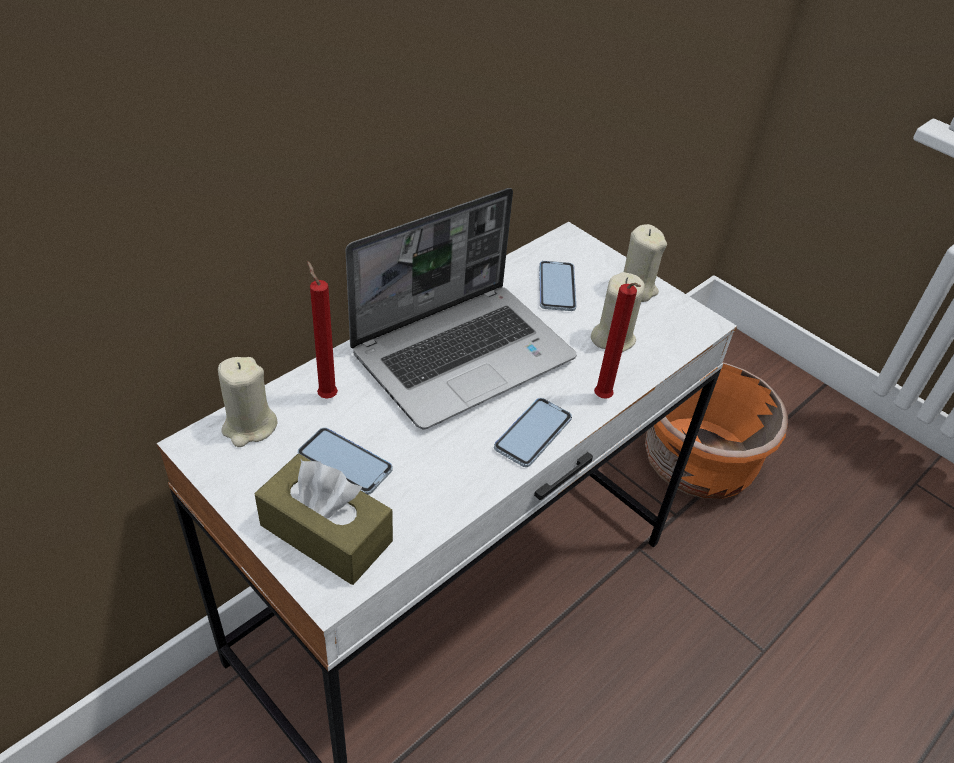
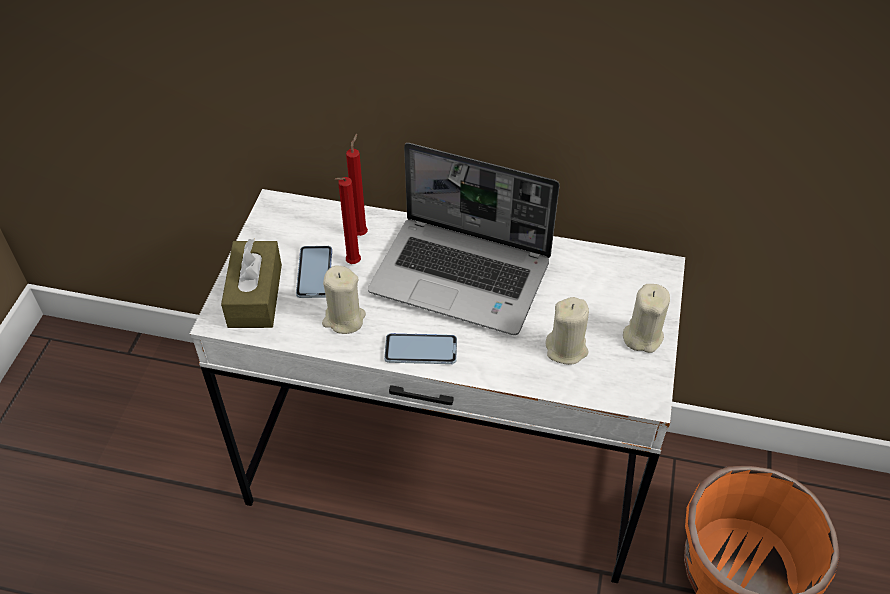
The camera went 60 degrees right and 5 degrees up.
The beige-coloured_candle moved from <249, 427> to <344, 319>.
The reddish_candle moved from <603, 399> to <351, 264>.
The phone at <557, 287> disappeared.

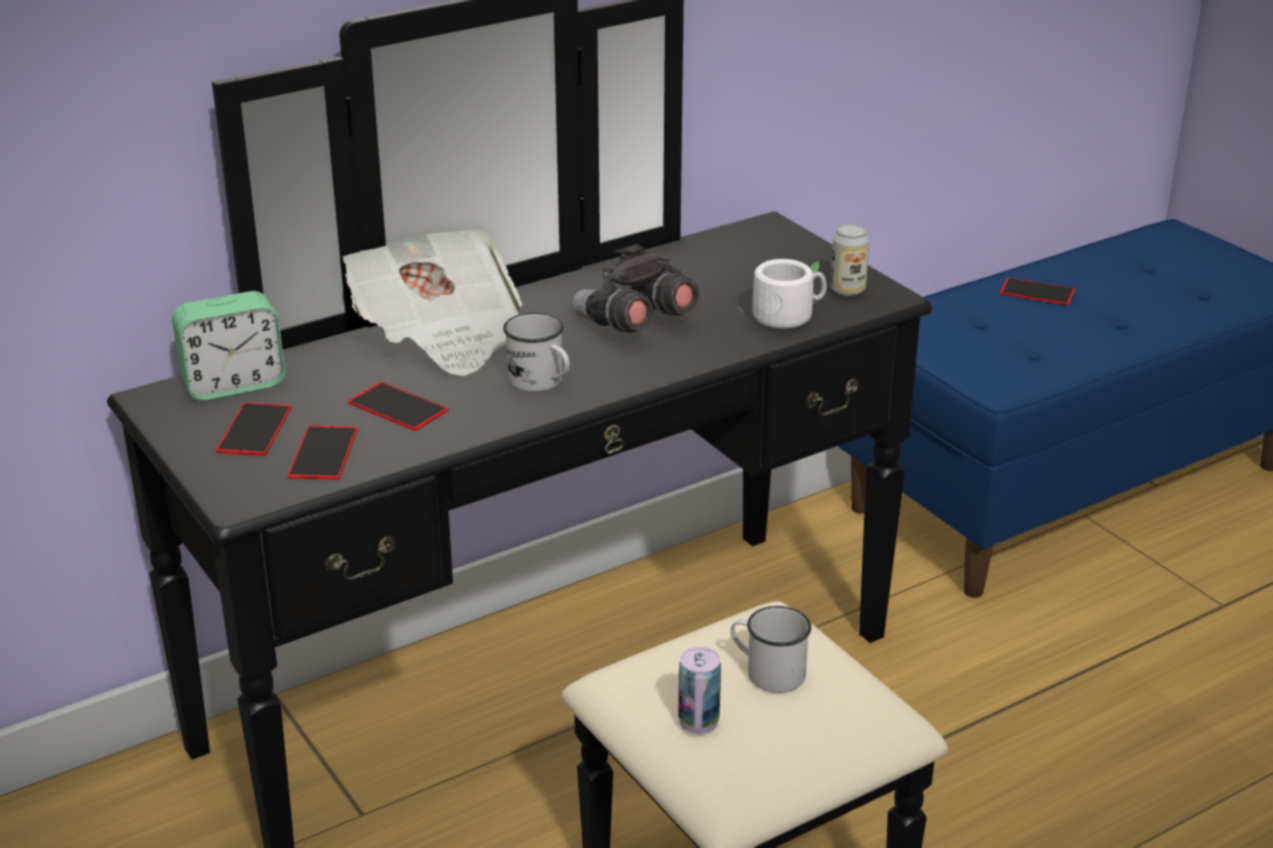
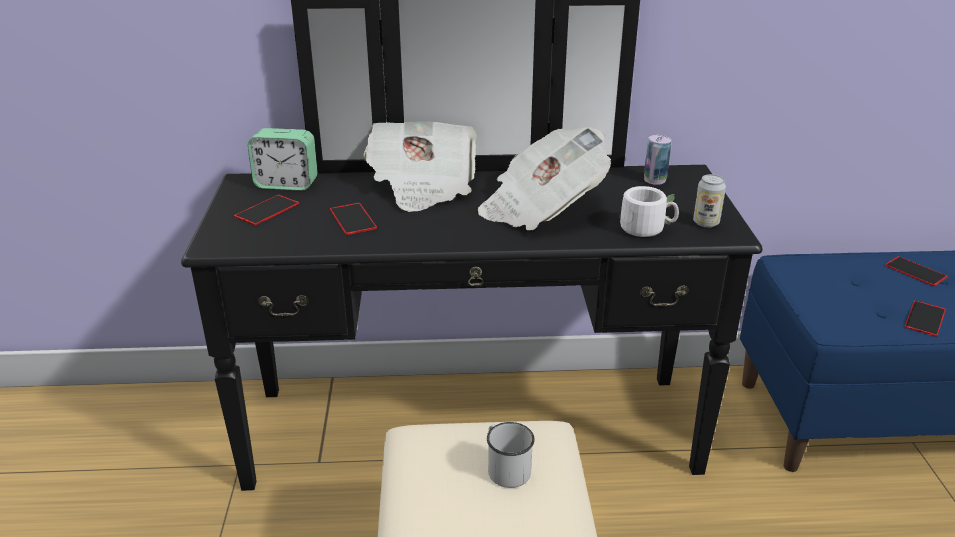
The camera went 30 degrees right and 0 degrees up.
The grey_pair_of_binoculars at <634, 324> was replaced by the printed_paper at <541, 209>.
The metal_can moved from <698, 721> to <655, 180>.
The phone moved from <323, 453> to <925, 318>.
The white_coffee_mug at <541, 382> disappeared.

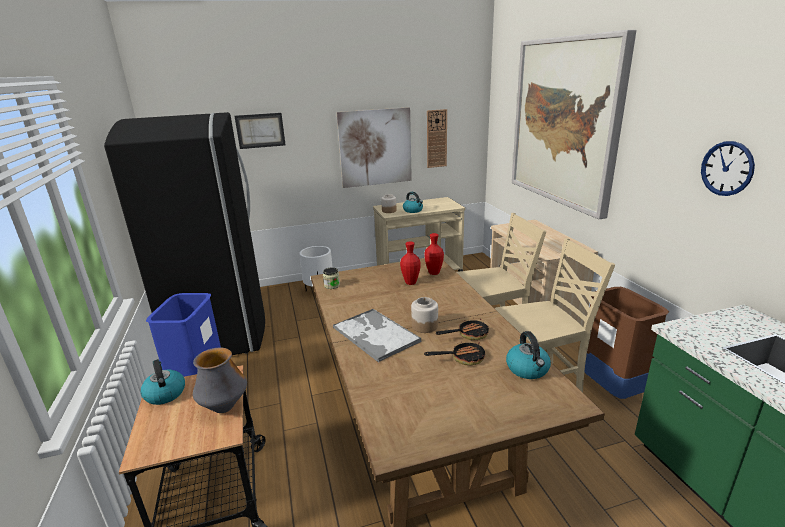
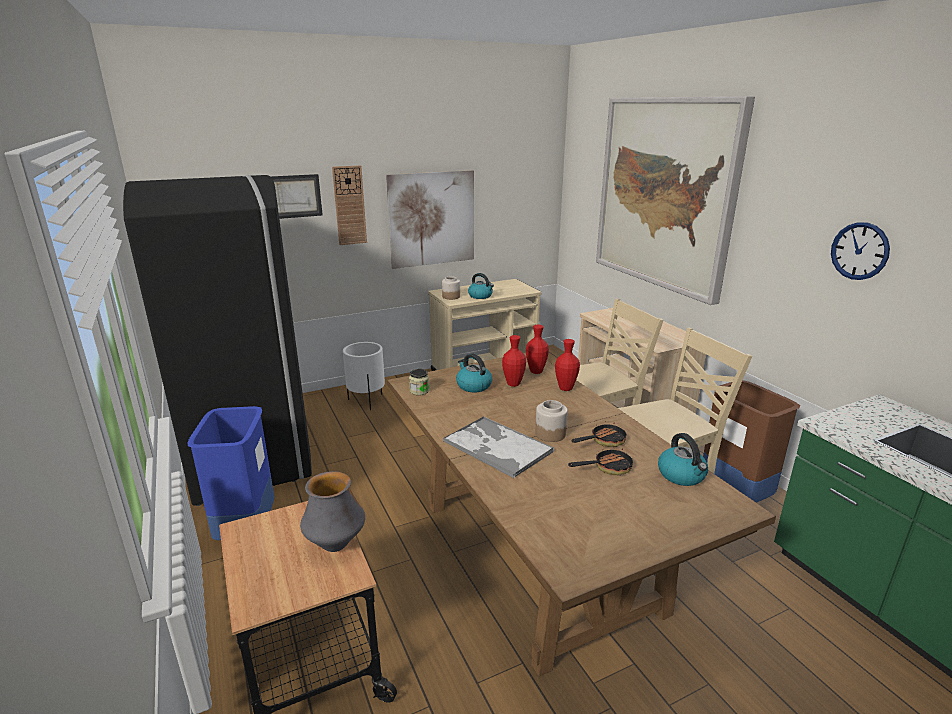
The camera went 10 degrees left and 0 degrees up.
The hanging_clock moved from <436, 138> to <349, 205>.
The tea_kettle moved from <165, 393> to <473, 386>.
The reddish_decorative_vase at <565, 388> appeared.

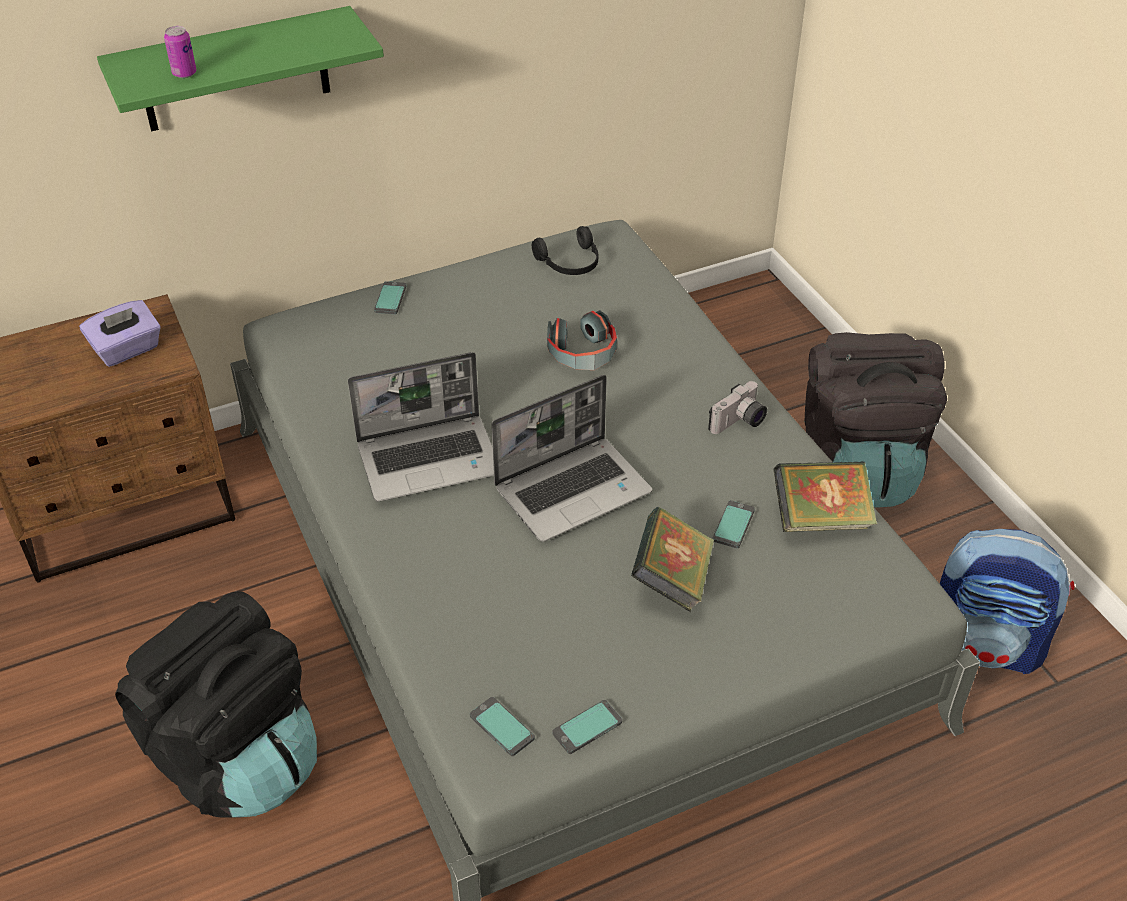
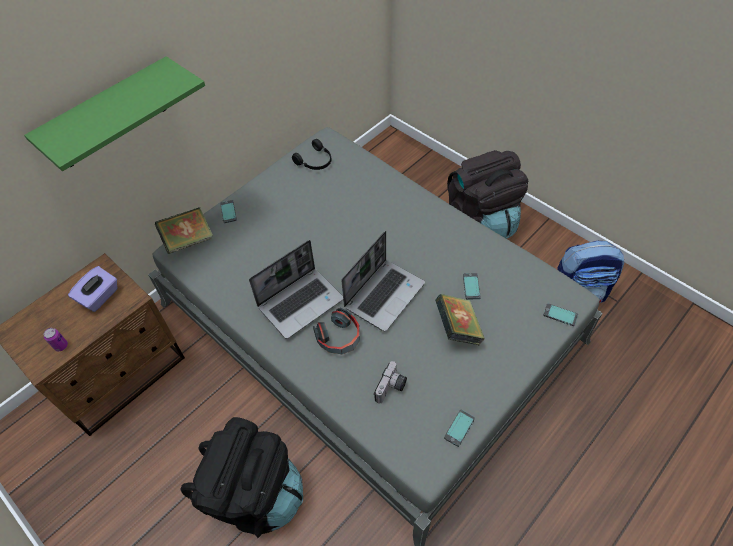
The camera went 20 degrees left and 10 degrees up.
The metal_can moved from <184, 73> to <61, 346>.
The volume moved from <820, 518> to <188, 240>.
The headset moved from <582, 353> to <339, 338>.
The photo_camera moved from <739, 423> to <391, 388>.
The phone moved from <501, 727> to <560, 315>.

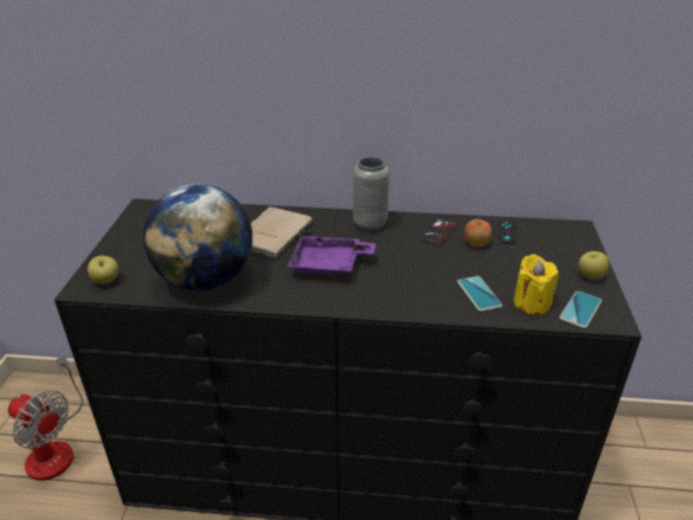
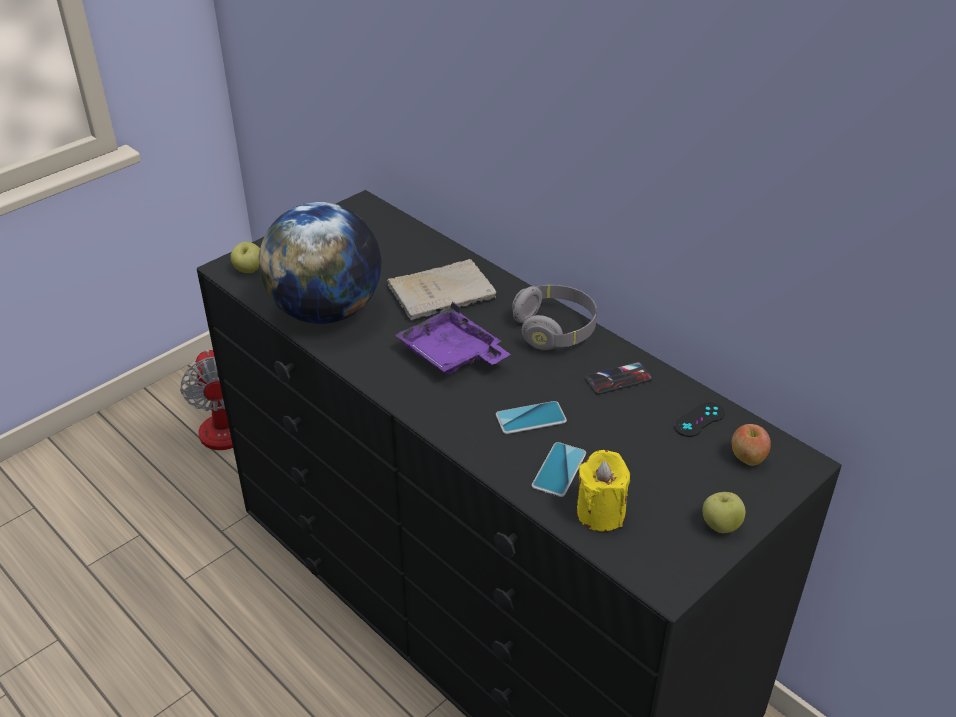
The camera went 40 degrees right and 5 degrees up.
The phone moved from <580, 309> to <530, 418>.
The grey_decorative_vase at <370, 224> was replaced by the grey_headset at <555, 330>.
The apple moved from <476, 244> to <747, 458>.

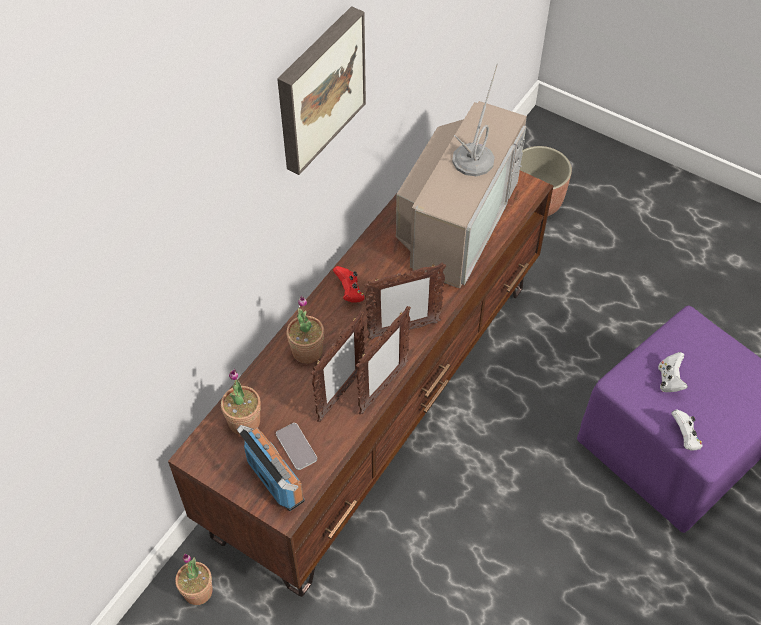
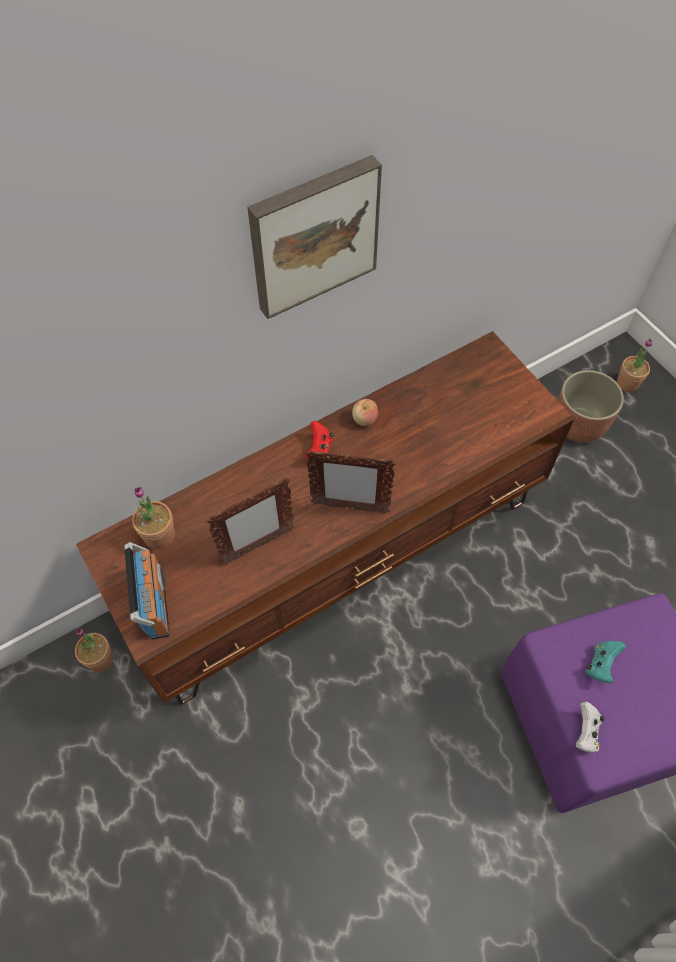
The camera went 25 degrees right and 5 degrees up.
The apple at <364, 419> appeared.
The white_gamepad at <669, 380> became the turquoise-coloured_gamepad at <600, 664>.
The plant_in_a_pot moved from <307, 351> to <627, 383>.
The phone at <296, 446> disappeared.
The photo_frame at <383, 389> disappeared.
The TV_set at <456, 220> disappeared.

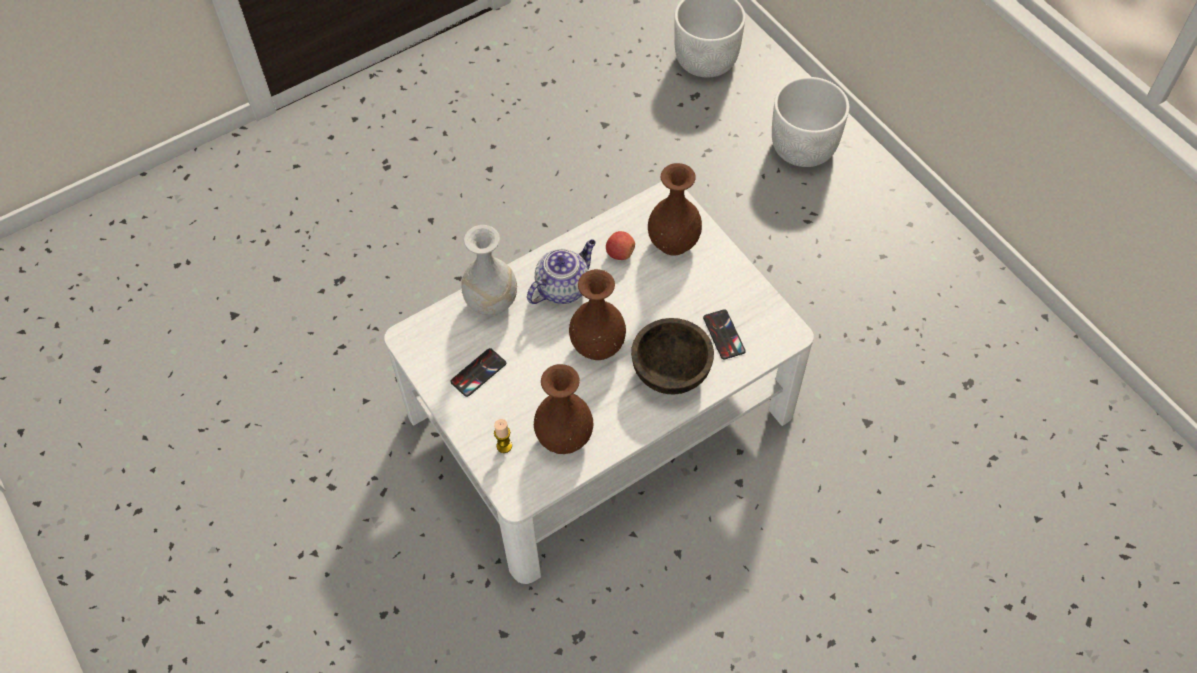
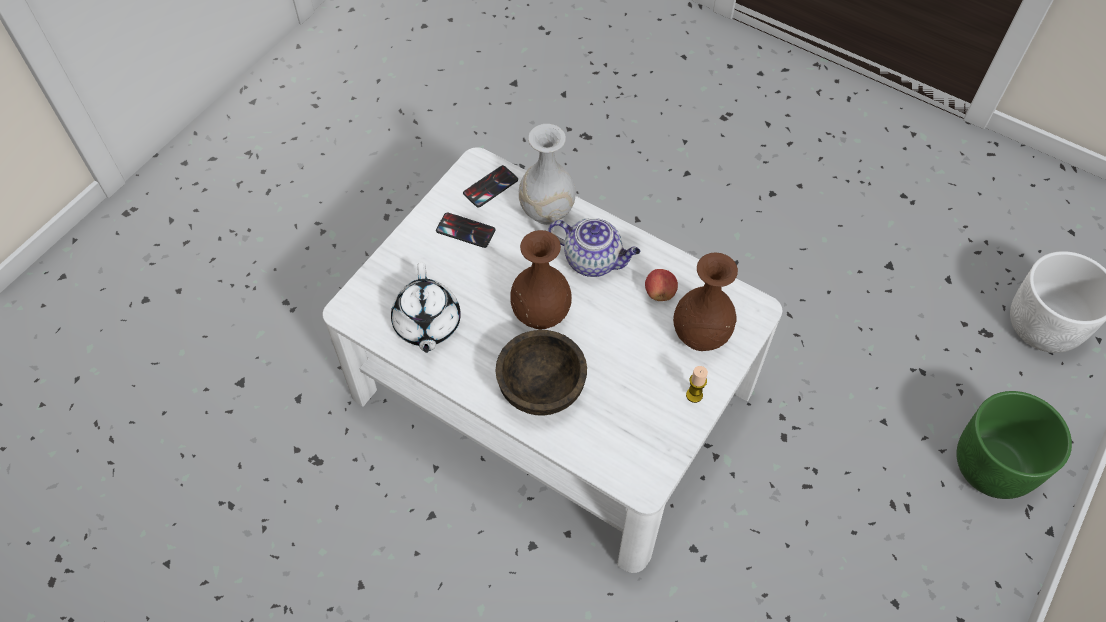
The camera went 65 degrees right and 0 degrees up.
The brown-coloured_decorative_vase at <565, 437> was replaced by the white_pot_for_tea at <427, 324>.
The phone moved from <723, 334> to <490, 186>.
The candle moved from <504, 446> to <694, 395>.
The white_plant_pot at <803, 146> became the green_plant_pot at <993, 466>.

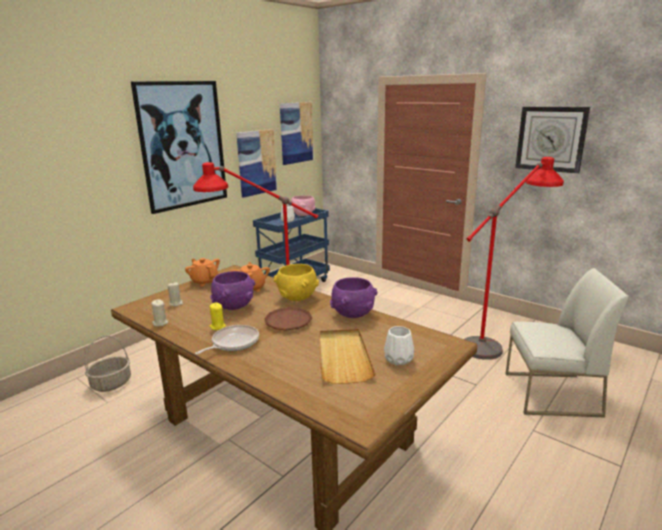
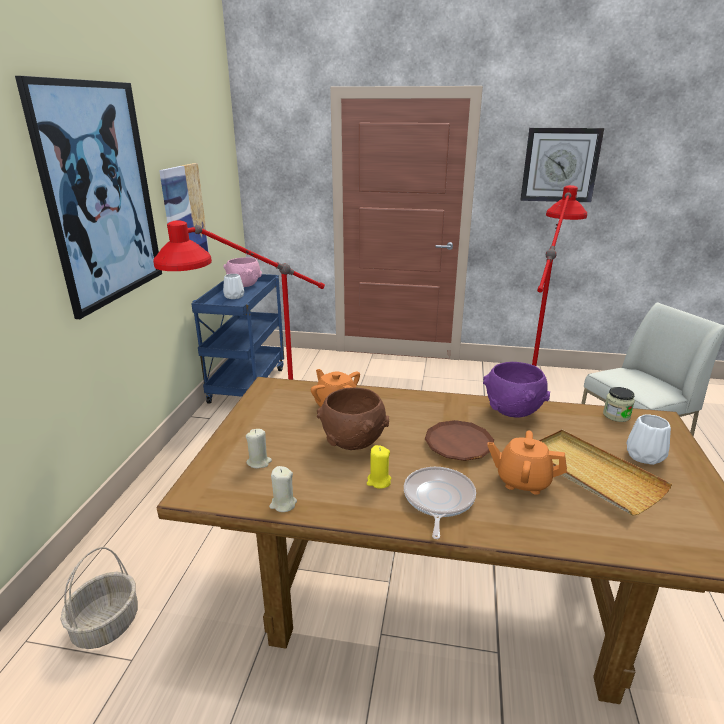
The camera went 30 degrees left and 5 degrees up.
The purplish_bowl at <234, 306> became the brown-coloured_bowl at <354, 442>.
The orangey_pot_for_tea moved from <205, 282> to <522, 481>.
The jar at <616, 415> appeared.
The yellow_bowl at <297, 297> disappeared.
The wall_art at <296, 133> disappeared.

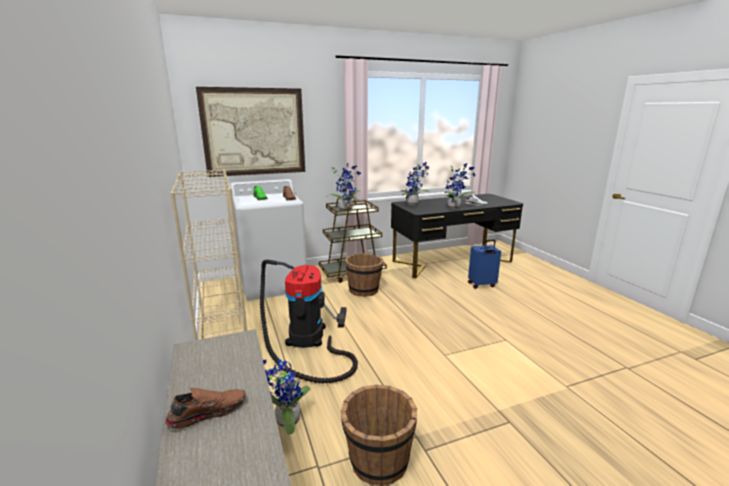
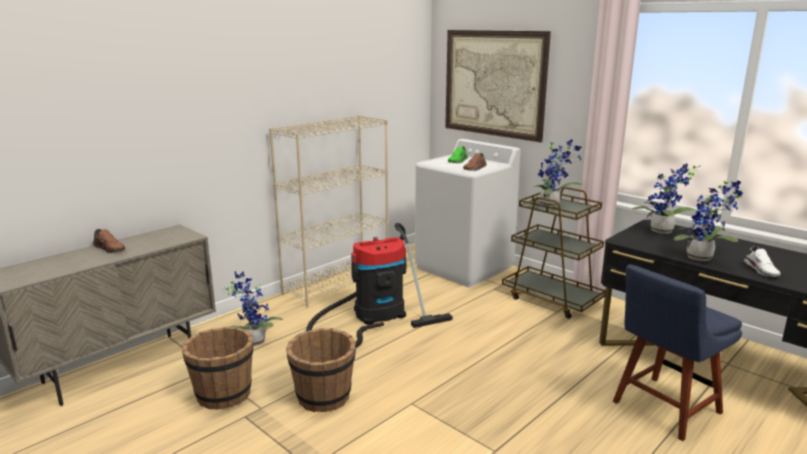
The camera went 65 degrees right and 0 degrees up.
The brown-coloured_bucket moved from <364, 290> to <323, 397>.
The bluish_travel_case at <482, 285> was replaced by the bluish_plain_chair at <663, 409>.

